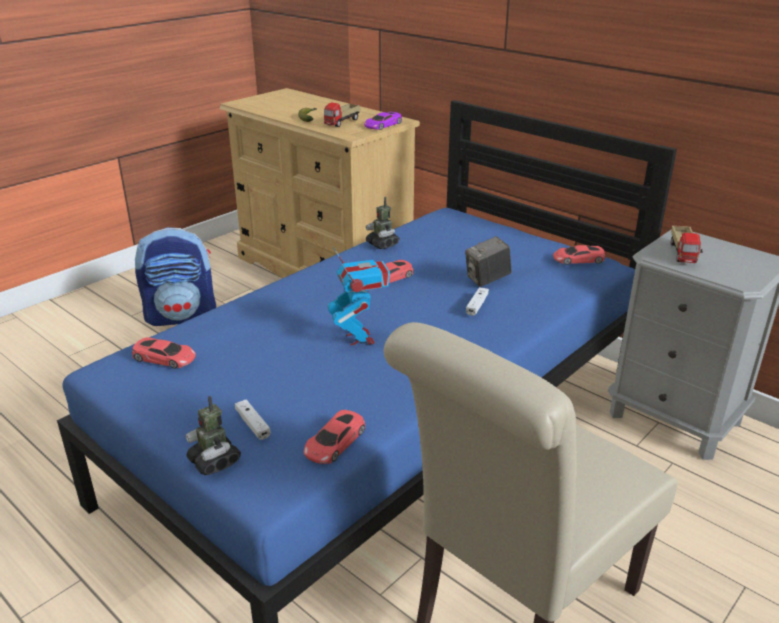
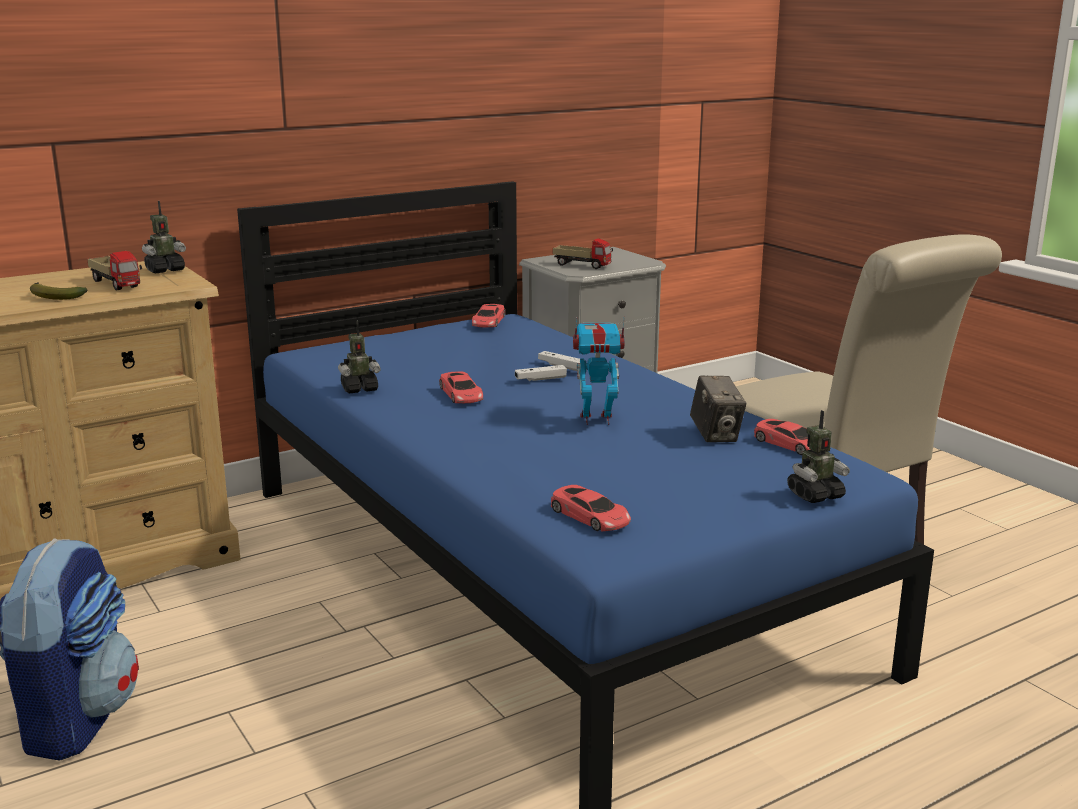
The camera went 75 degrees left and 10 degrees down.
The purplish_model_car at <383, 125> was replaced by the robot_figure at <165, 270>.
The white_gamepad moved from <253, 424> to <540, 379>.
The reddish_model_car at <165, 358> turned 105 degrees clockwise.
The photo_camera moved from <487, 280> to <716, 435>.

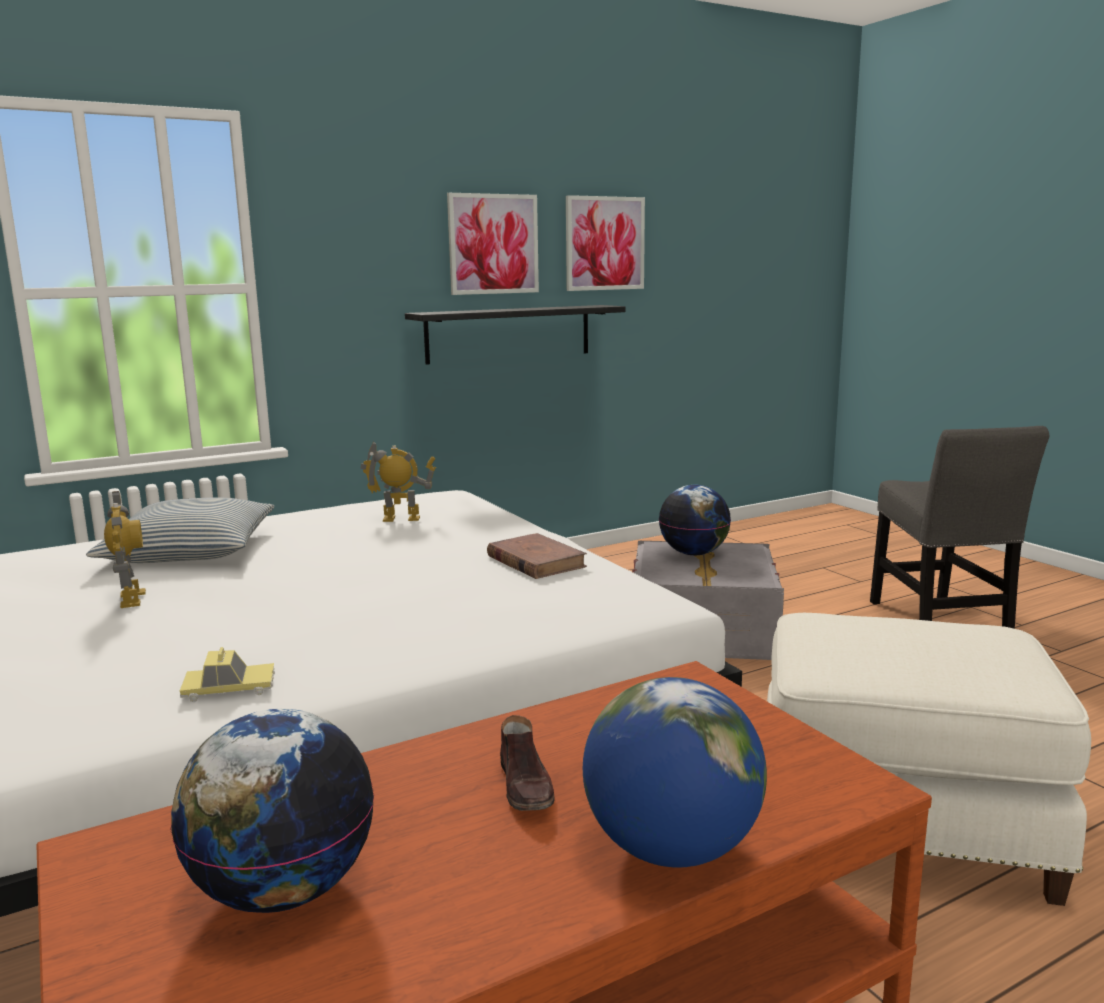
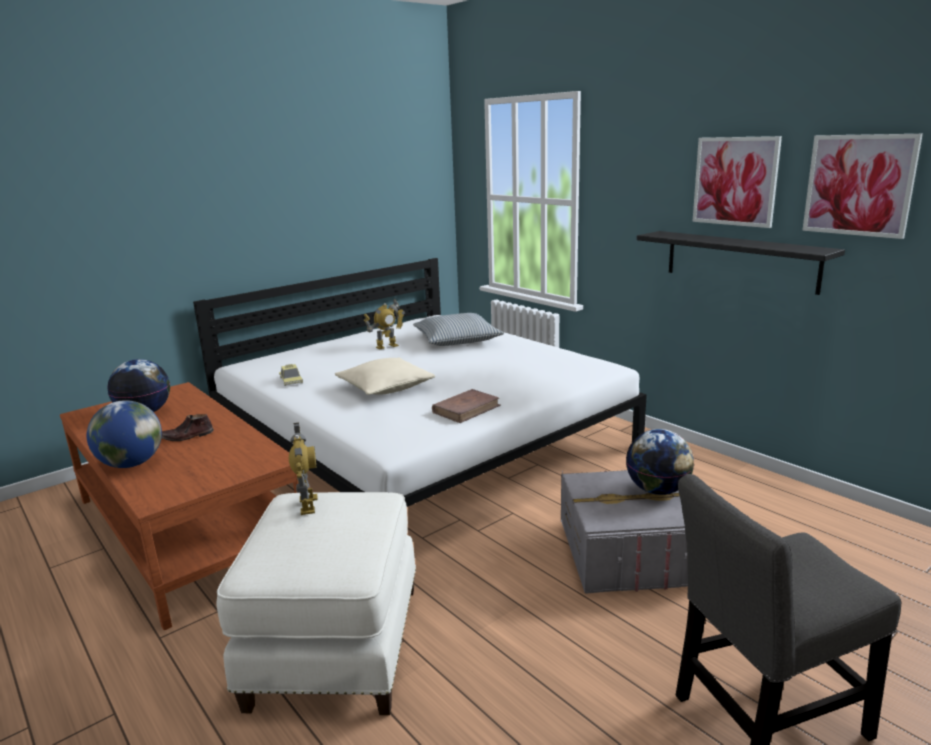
The camera went 80 degrees right and 5 degrees up.
The robot_figure moved from <401, 519> to <307, 505>.
The beige-coloured_pillow at <385, 388> appeared.

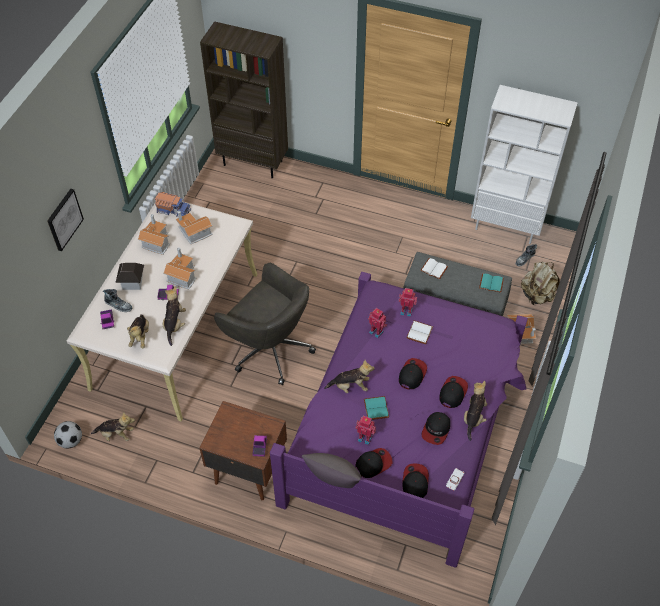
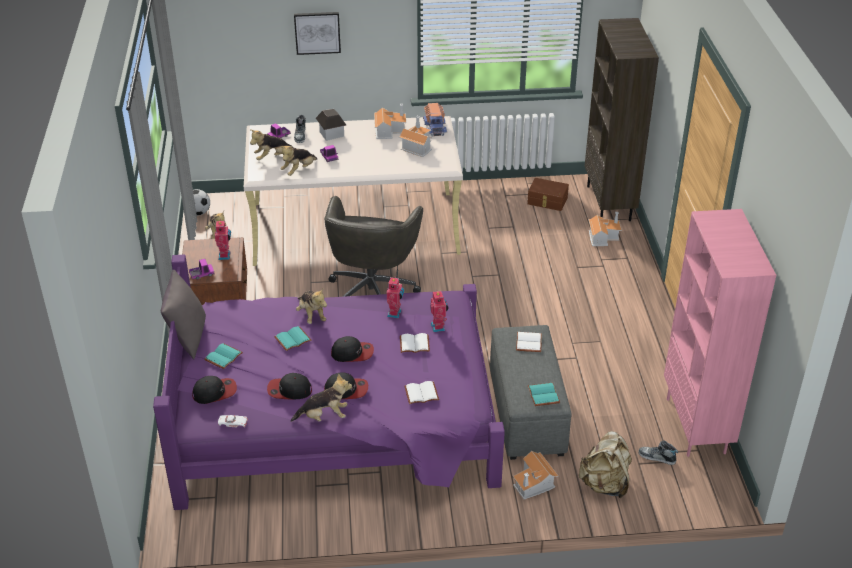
The camera went 65 degrees right and 15 degrees down.
The cap at <373, 463> was replaced by the turquoise-coloured_volume at <223, 356>.
The robot_figure moved from <365, 437> to <225, 255>.
The cuddly_toy at <174, 324> turned 150 degrees clockwise.
The white_volume at <421, 393> appeared.
The brown-coloured_storage_bin at <547, 201> appeared.
The toy_house moved from <181, 275> to <603, 236>.
The white_bookshelf at <506, 226> became the pinkish_bookshelf at <697, 426>.

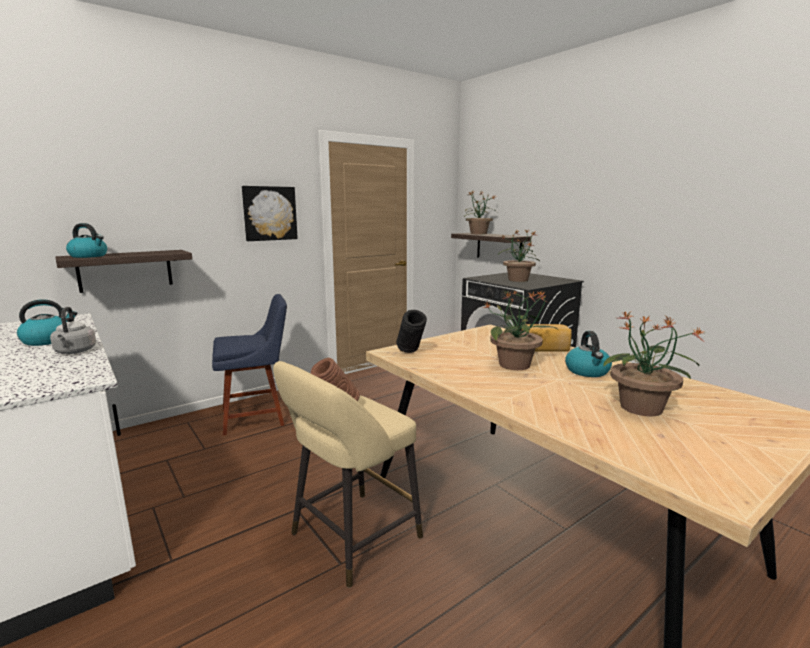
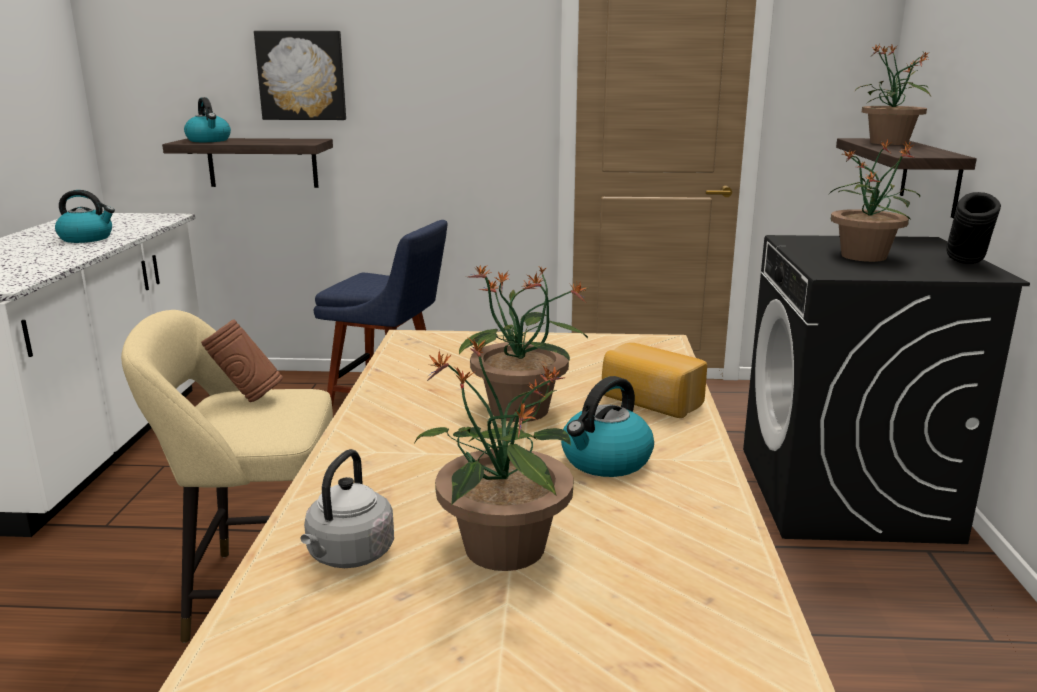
The camera went 40 degrees right and 5 degrees up.
The wall_art moved from <269, 213> to <302, 75>.
The grey_tea_kettle moved from <75, 352> to <348, 556>.
The black-coloured_decorative_vase moved from <411, 354> to <965, 265>.

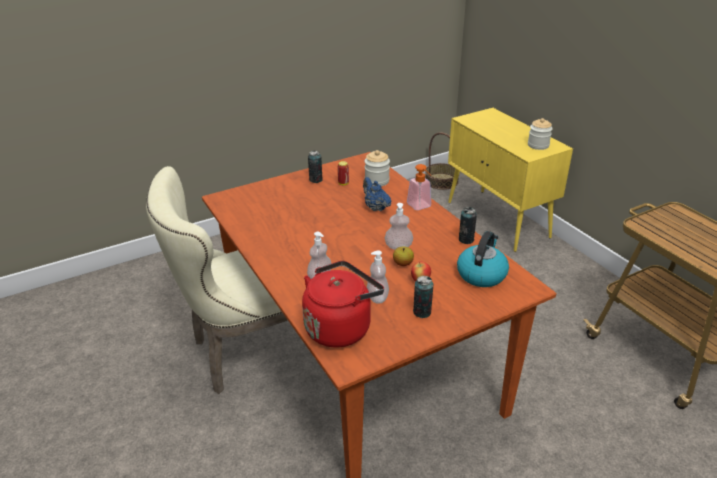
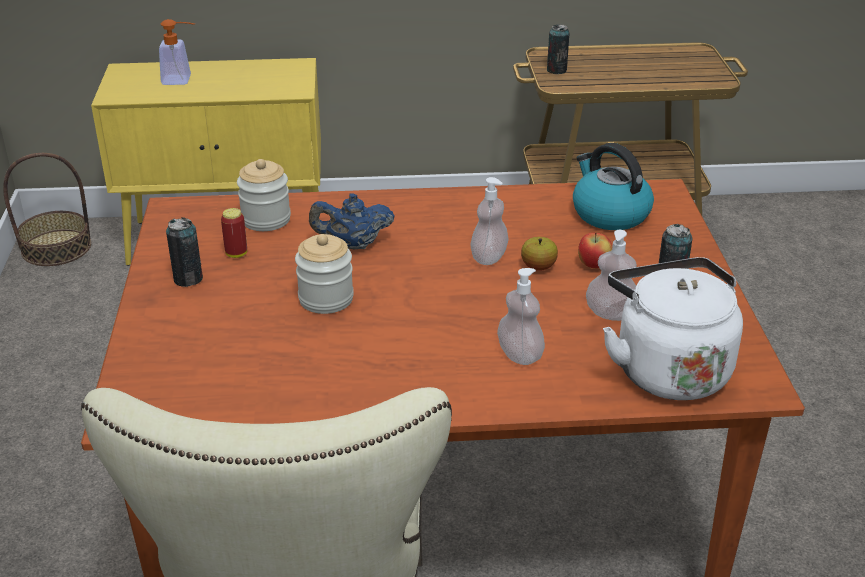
The camera went 65 degrees left and 0 degrees up.
The liquid_soap_bottle moved from <421, 207> to <182, 80>.
The jar moved from <538, 145> to <326, 299>.
The metal_can moved from <466, 239> to <556, 70>.
The reddish_tea_kettle at <340, 327> became the white_tea_kettle at <667, 368>.

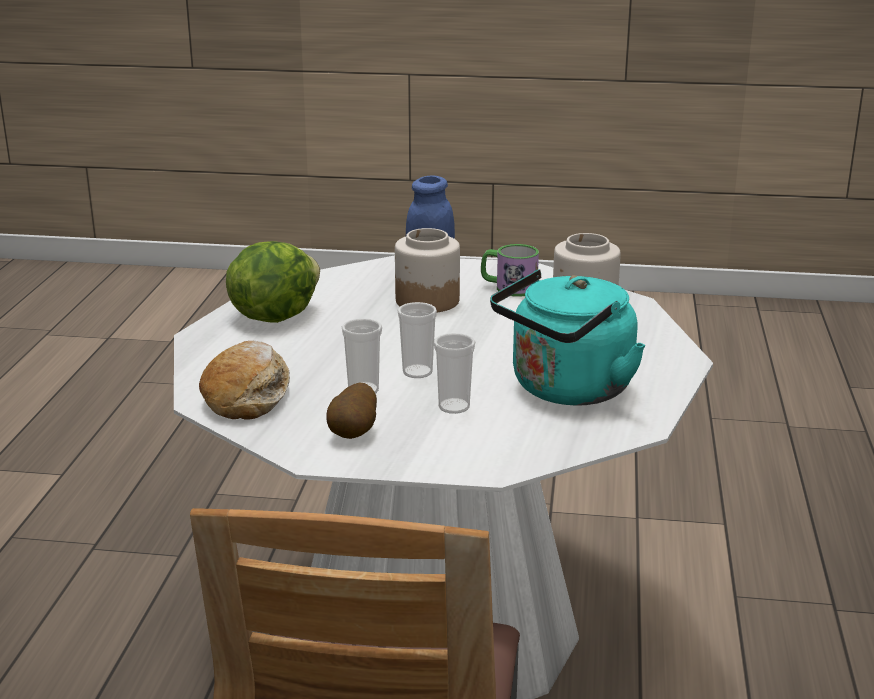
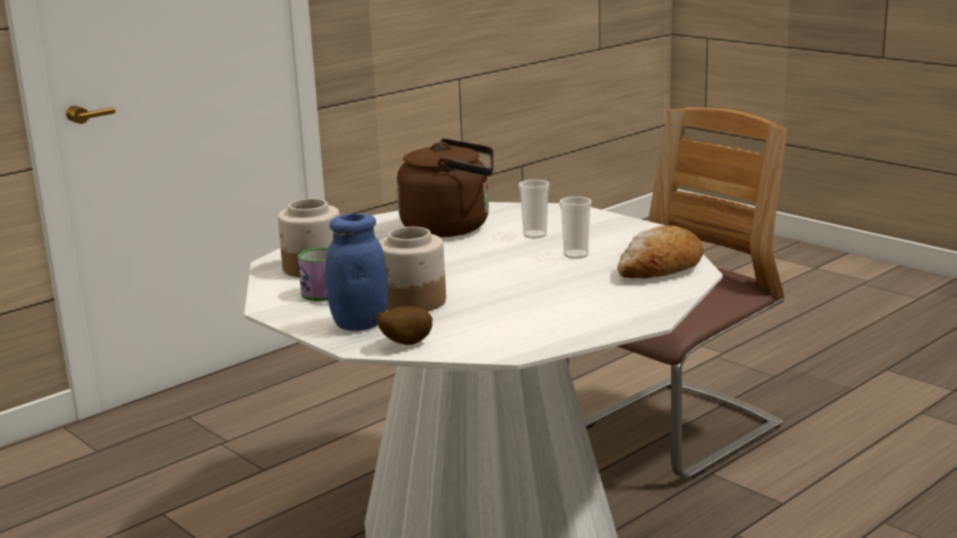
The camera went 140 degrees left and 5 degrees down.
The potato moved from <354, 433> to <405, 344>.
The turquoise-coloured_tea_kettle at <566, 390> became the brown-coloured_tea_kettle at <451, 227>.
The head_of_lettuce at <274, 316> disappeared.
The cup at <417, 372> disappeared.

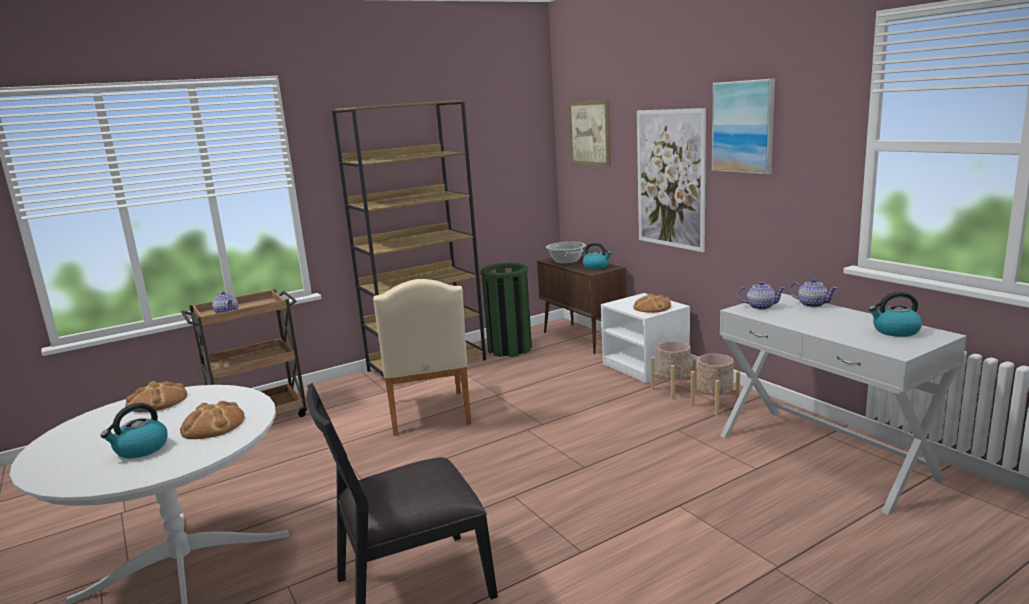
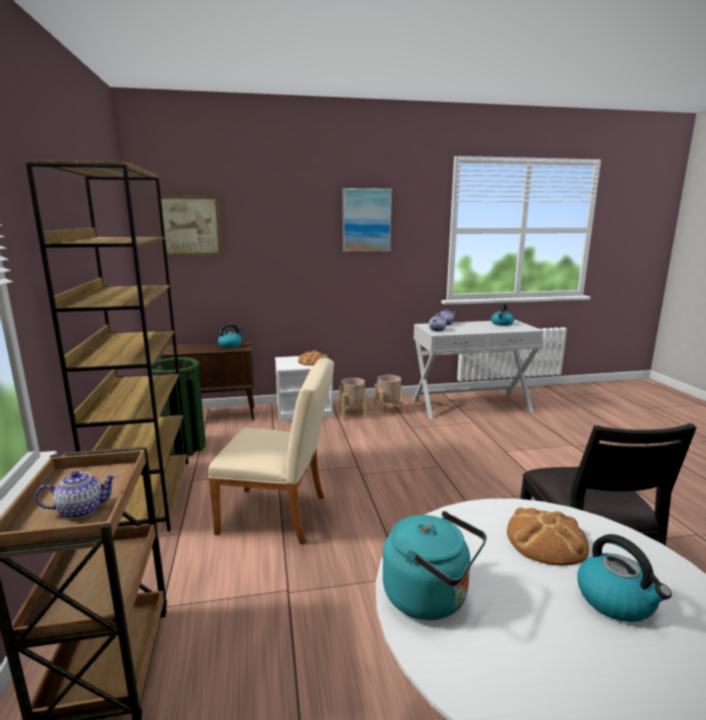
The camera went 70 degrees left and 0 degrees up.
The baked_bread at <157, 401> was replaced by the turquoise-coloured_tea_kettle at <431, 597>.
The saucepot at <566, 261> disappeared.
The wall_art at <670, 179> disappeared.

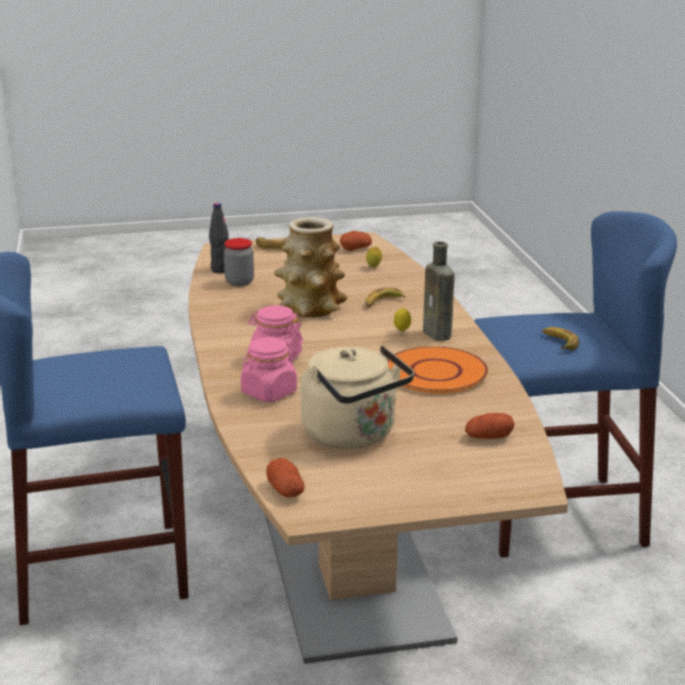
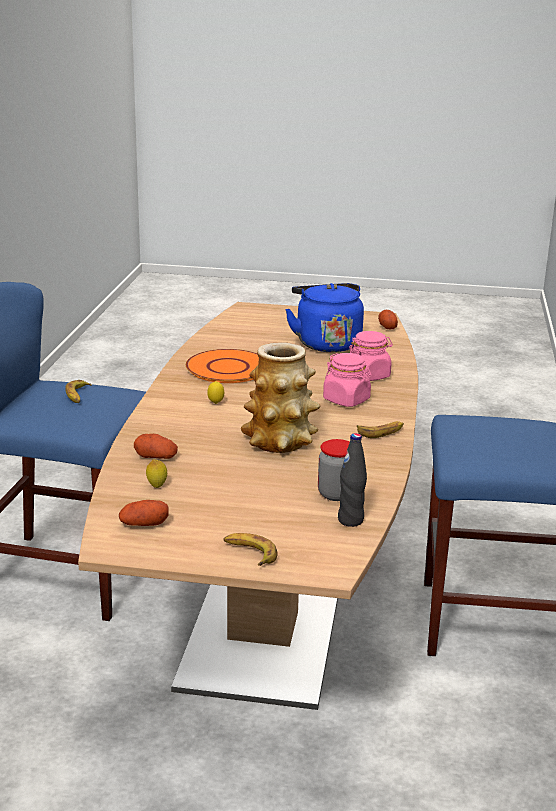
The camera went 160 degrees left and 0 degrees up.
The potato moved from <488, 437> to <156, 457>.
The beige-coloured_tea_kettle at <353, 435> became the bluish_tea_kettle at <326, 343>.
The banana moved from <382, 302> to <381, 432>.
The brown-coloured_bottle at <438, 335> disappeared.

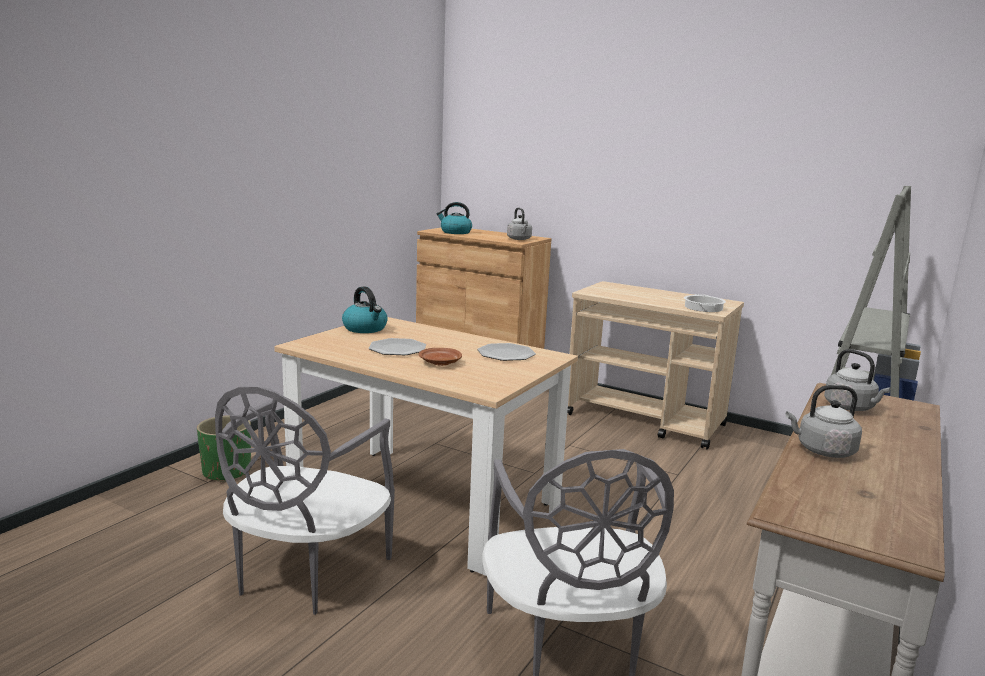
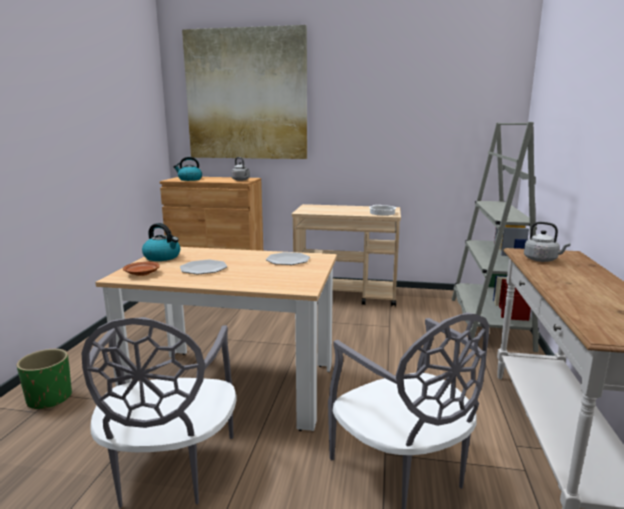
The camera went 20 degrees left and 0 degrees up.
The brown-coloured_flat_dish moved from <440, 363> to <142, 274>.
The wall_art at <246, 95> appeared.
The grey_tea_kettle at <822, 451> disappeared.

